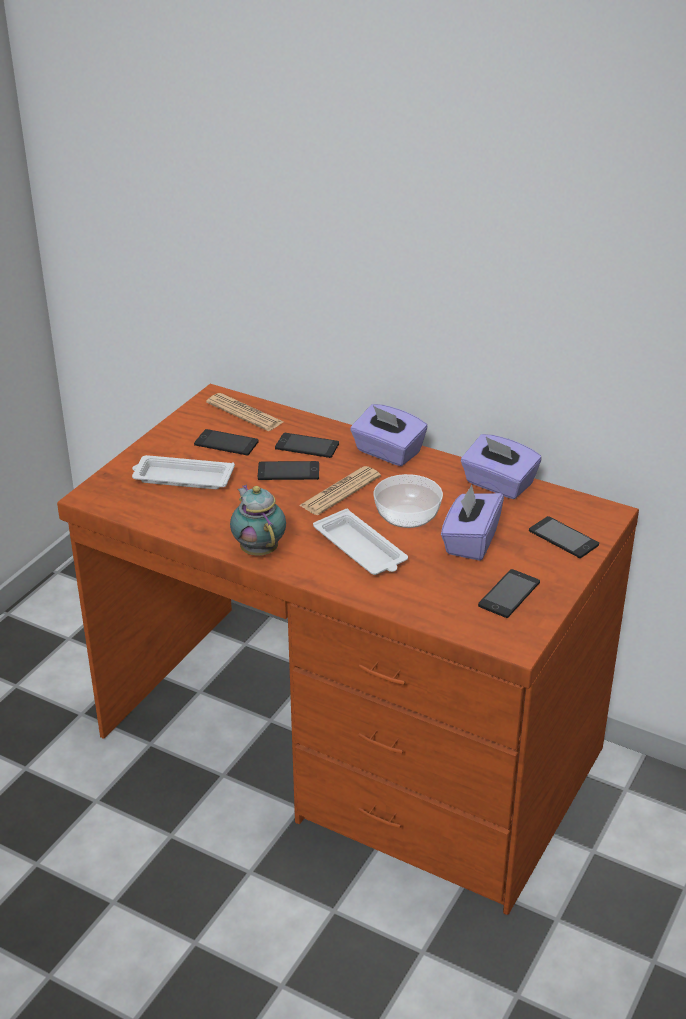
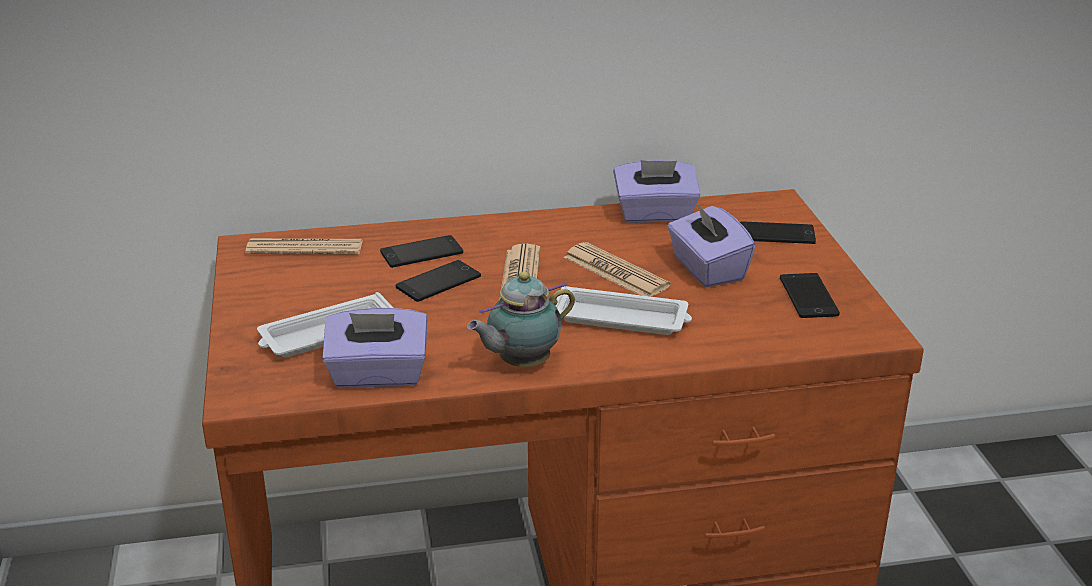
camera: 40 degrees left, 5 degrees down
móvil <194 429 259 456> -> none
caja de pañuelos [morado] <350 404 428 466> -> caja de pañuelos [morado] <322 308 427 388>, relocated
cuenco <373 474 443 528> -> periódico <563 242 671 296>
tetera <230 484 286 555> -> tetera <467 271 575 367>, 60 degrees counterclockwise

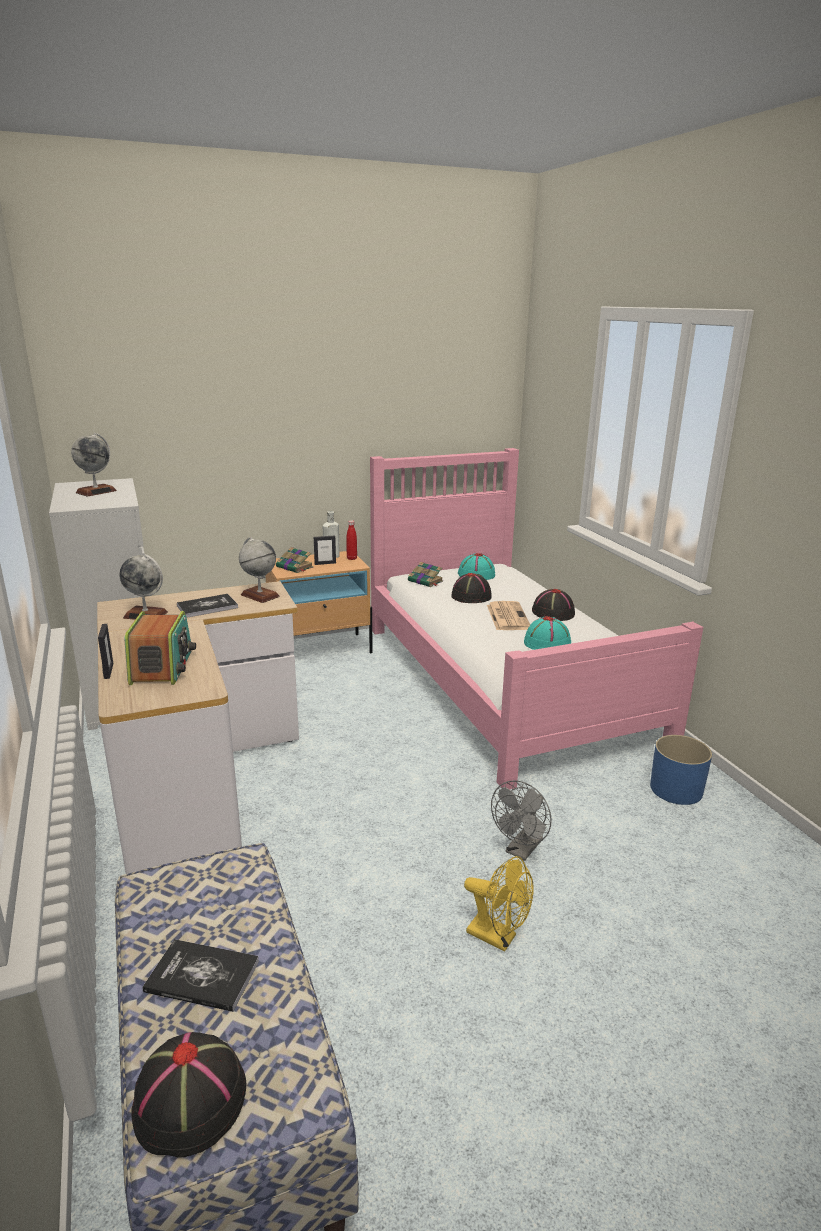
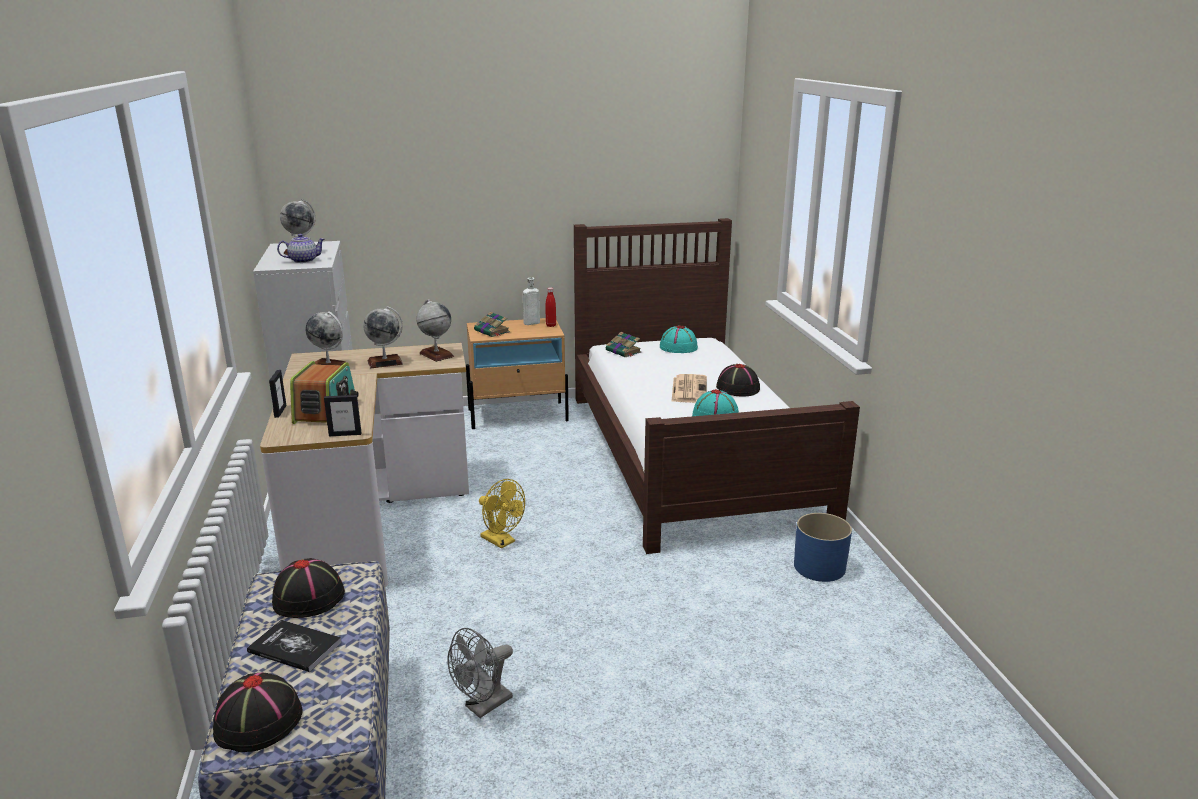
camera: 10 degrees right, 0 degrees up
none -> tetera <277 234 325 263>
portarretratos <314 535 336 565> -> portarretratos <324 395 362 436>, relocated
sombrero [negro] <451 573 492 603> -> sombrero [negro] <272 558 345 618>, relocated
ventilador [amarillo] <464 856 534 952> -> ventilador [amarillo] <479 479 525 549>, relocated
ventilador [gris] <491 780 552 861> -> ventilador [gris] <448 628 513 718>, relocated
libro <177 594 238 618> -> globo terráqueo <363 306 403 368>
cama [rosa] <370 448 703 789> -> cama [marrón] <574 218 860 554>

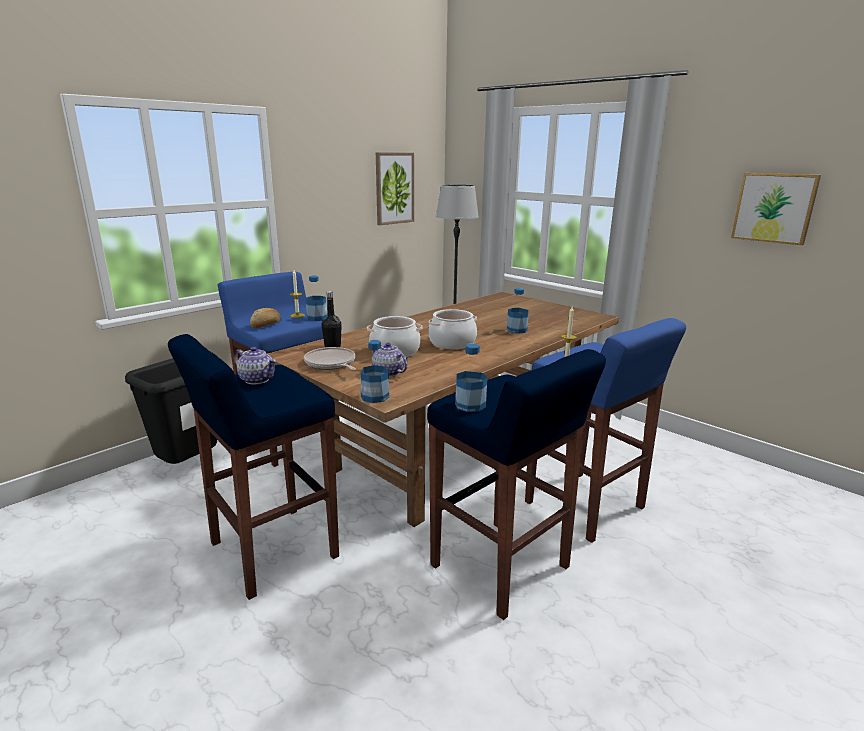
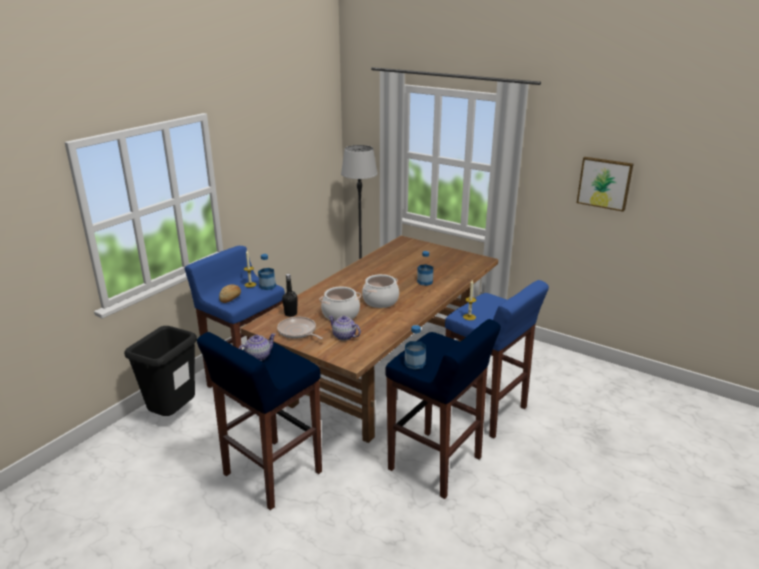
camera: 10 degrees left, 5 degrees up
botella <361 340 389 403> -> none
cuadro <376 152 414 225> -> none
tetera <234 347 277 384> -> tetera <239 333 276 361>, 60 degrees counterclockwise

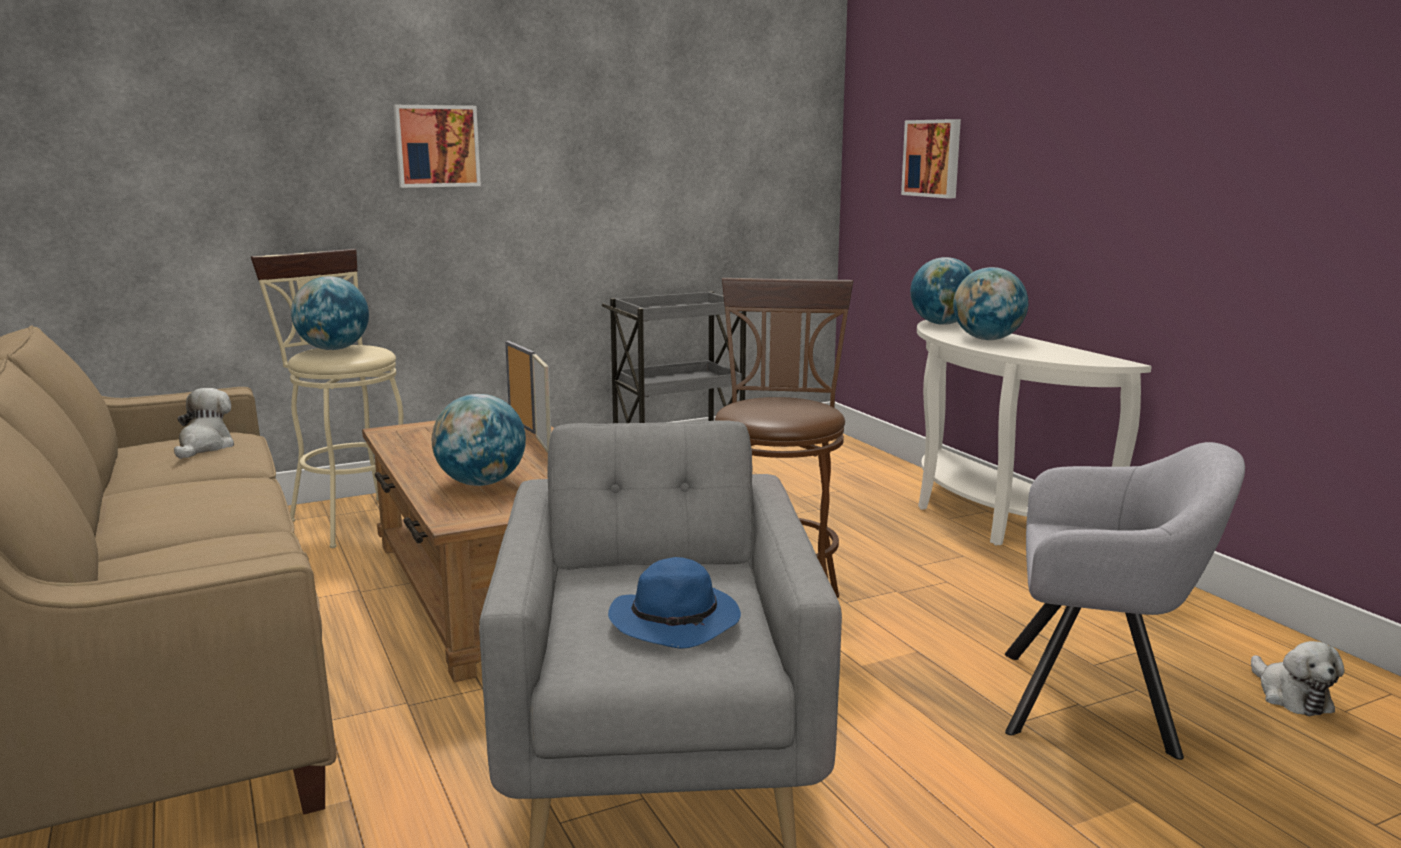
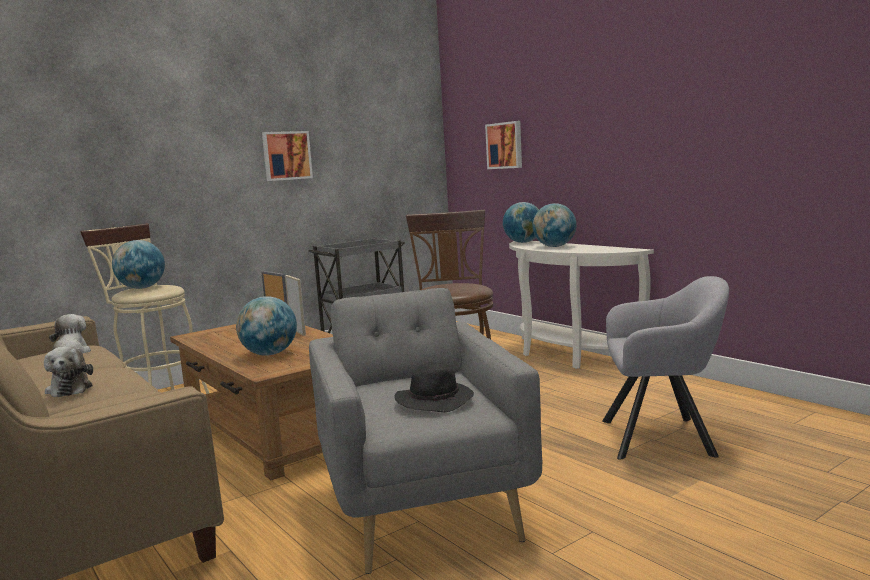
camera: 10 degrees left, 5 degrees down
cuadro <393 105 481 188> -> cuadro <262 131 313 181>, relocated
peluche <1251 641 1344 716> -> peluche <44 347 93 397>, relocated
sombrero [azul] <608 557 741 649> -> sombrero [negro] <394 362 474 412>

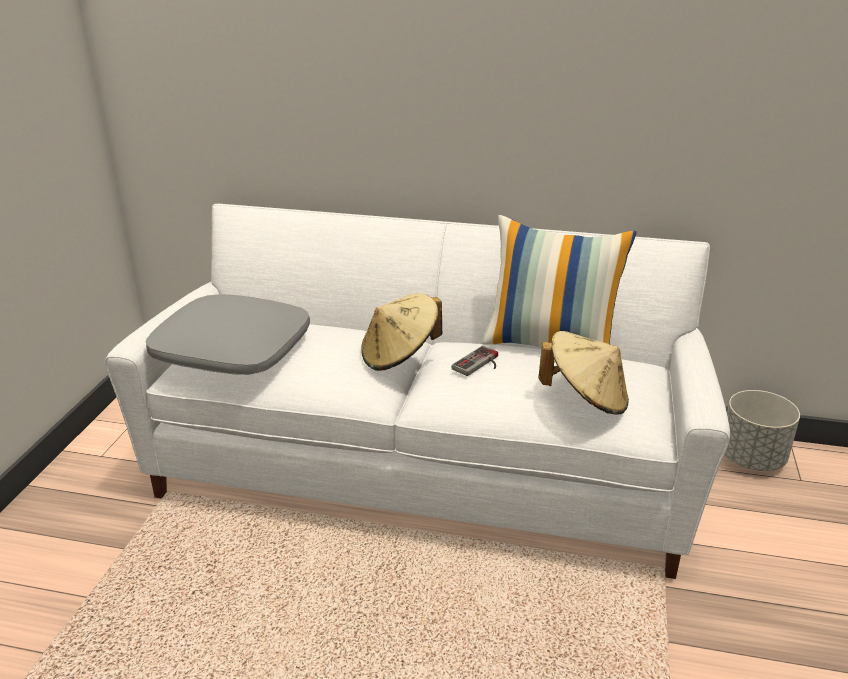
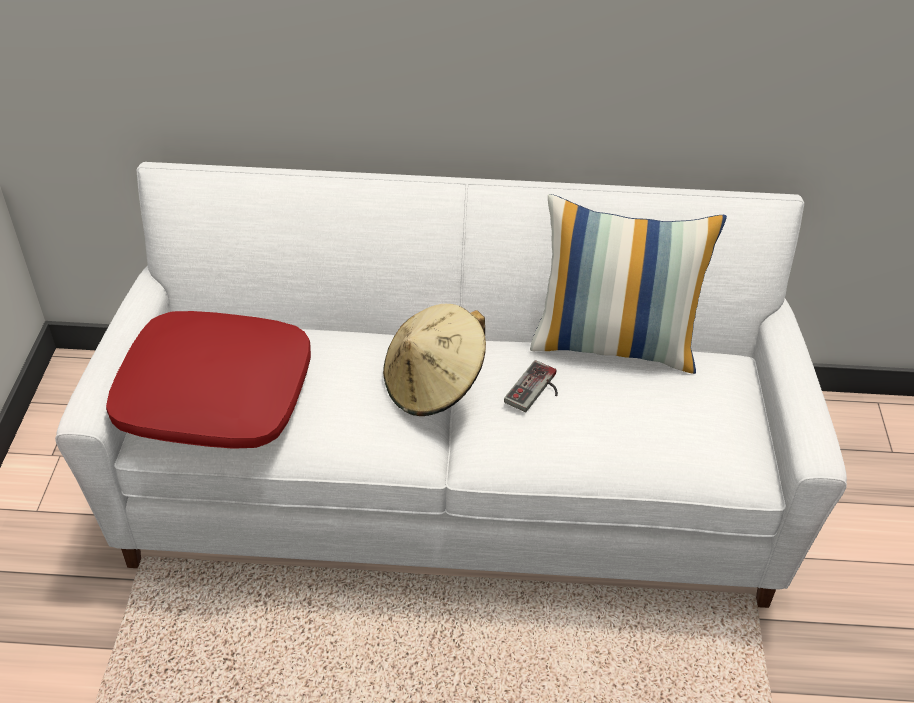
camera: 10 degrees left, 15 degrees up
sombrero [beis] <538 331 629 414> -> none
maceta [gris] <724 390 800 471> -> none
cojín [gris] <146 294 310 375> -> cojín [rojo] <106 311 311 449>

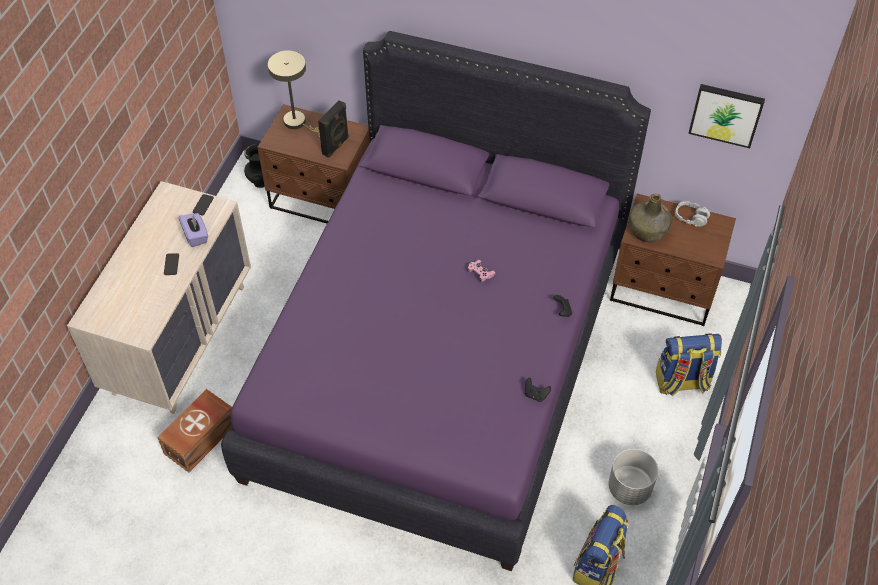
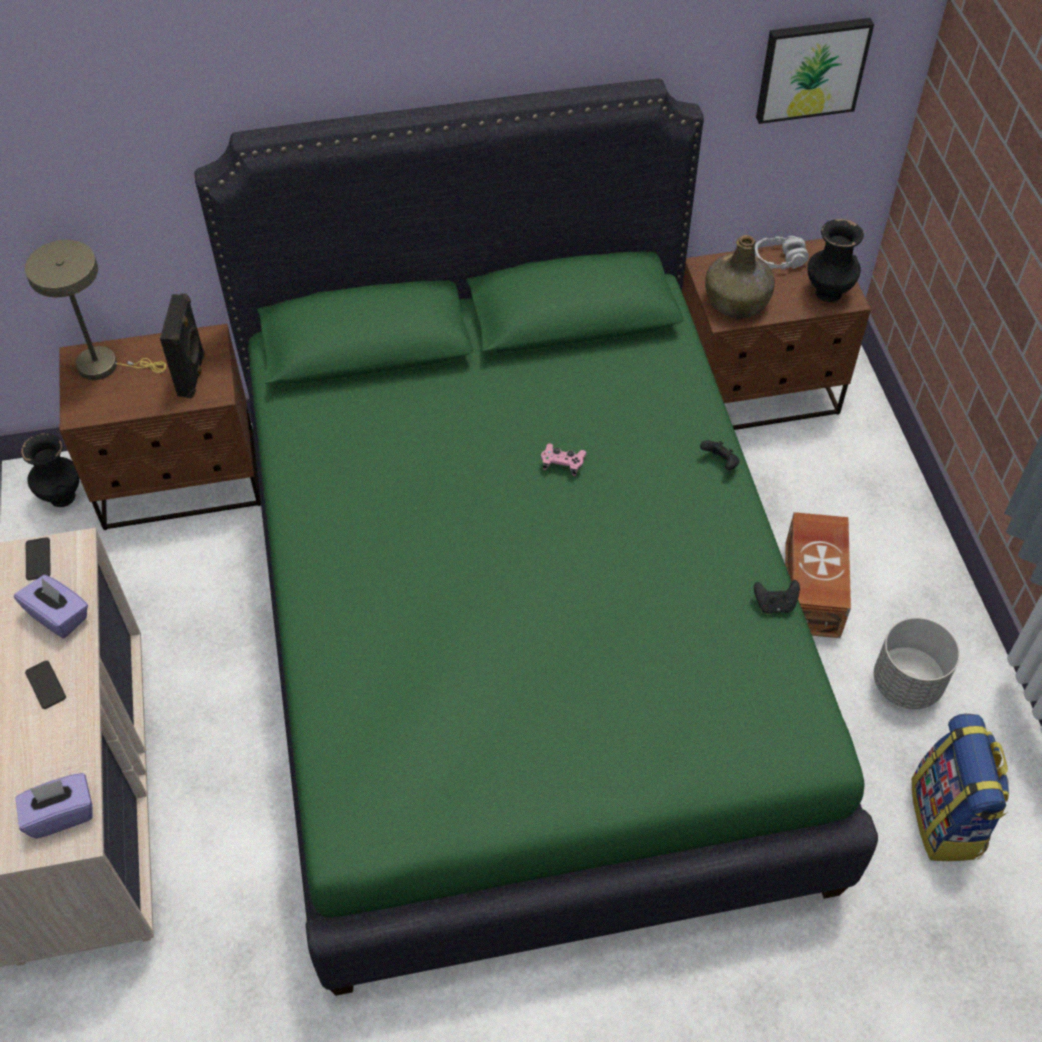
camera: 30 degrees left, 0 degrees up
mochila <656 333 722 397> -> none
none -> caja de pañuelos [morado] <15 773 93 839>
none -> florero [negro] <808 219 864 302>
caja de almacenaje [marrón] <157 389 232 472> -> caja de almacenaje [marrón] <785 512 851 638>, relocated
cama [morado] <221 31 651 571> -> cama [verde] <194 78 878 996>

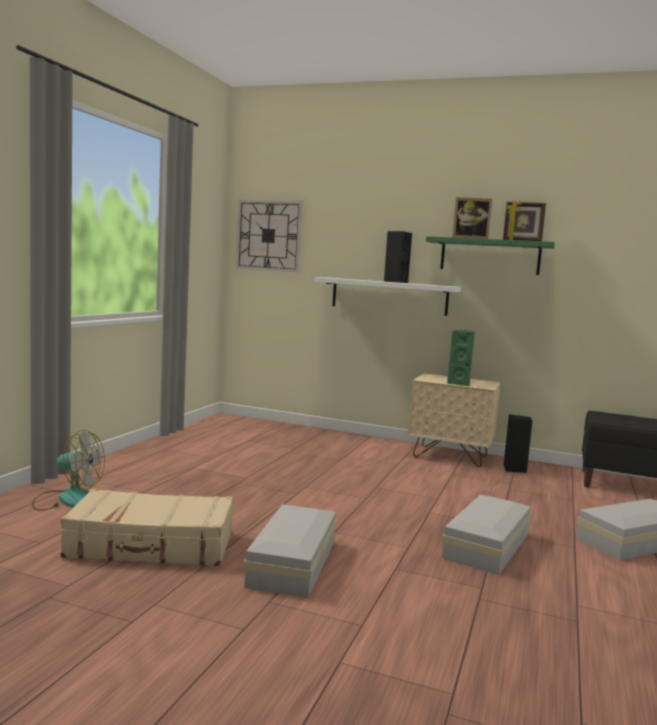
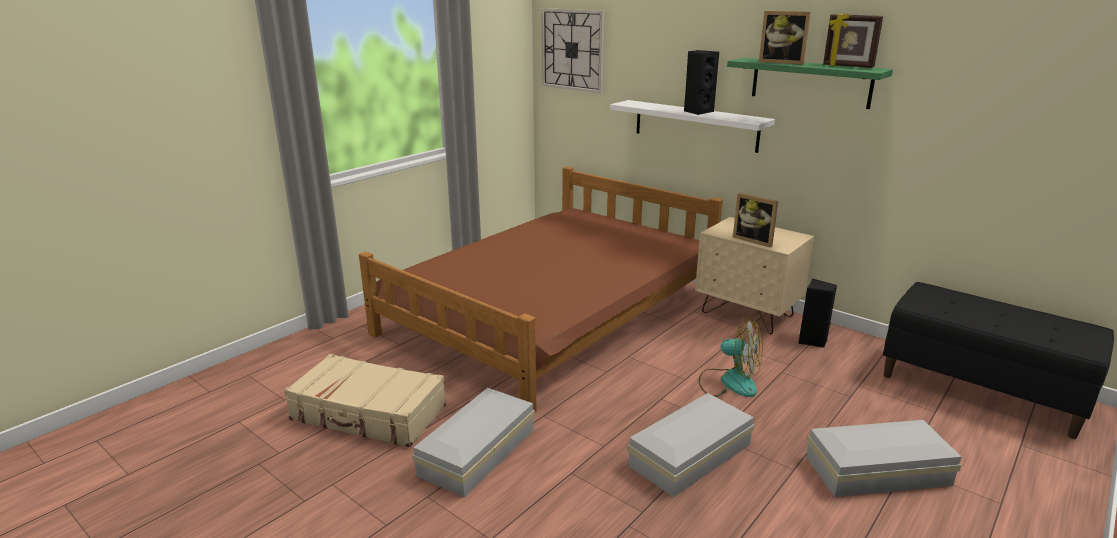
camera: 20 degrees right, 15 degrees up
none -> cama [marrón] <359 166 723 412>
ventilador <32 430 105 511> -> ventilador <699 319 763 397>, relocated
altavoz [verde] <447 330 475 386> -> portarretratos <733 193 778 247>

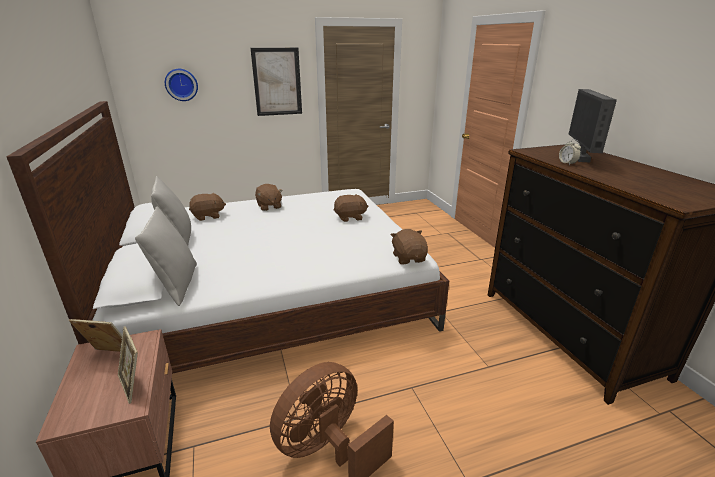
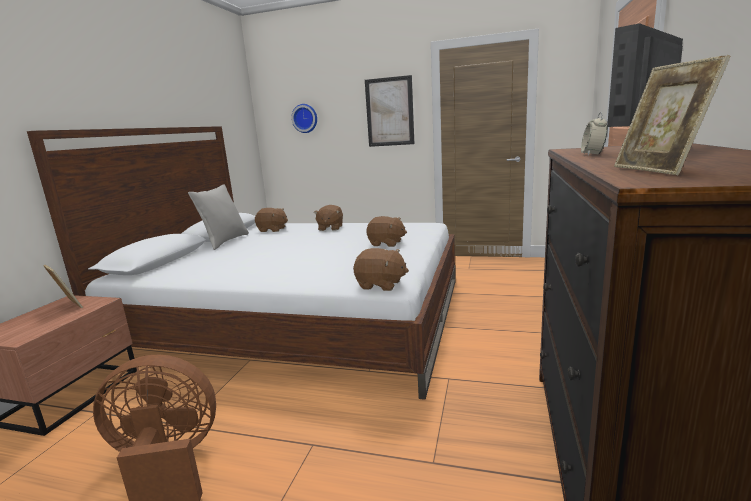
camera: 35 degrees right, 10 degrees down
cojín [gris] <135 206 197 306> -> none
portarretratos <117 326 138 404> -> portarretratos <614 55 730 175>, relocated
peluche [marrón] <390 229 428 264> -> peluche [marrón] <353 248 409 291>, 90 degrees clockwise

